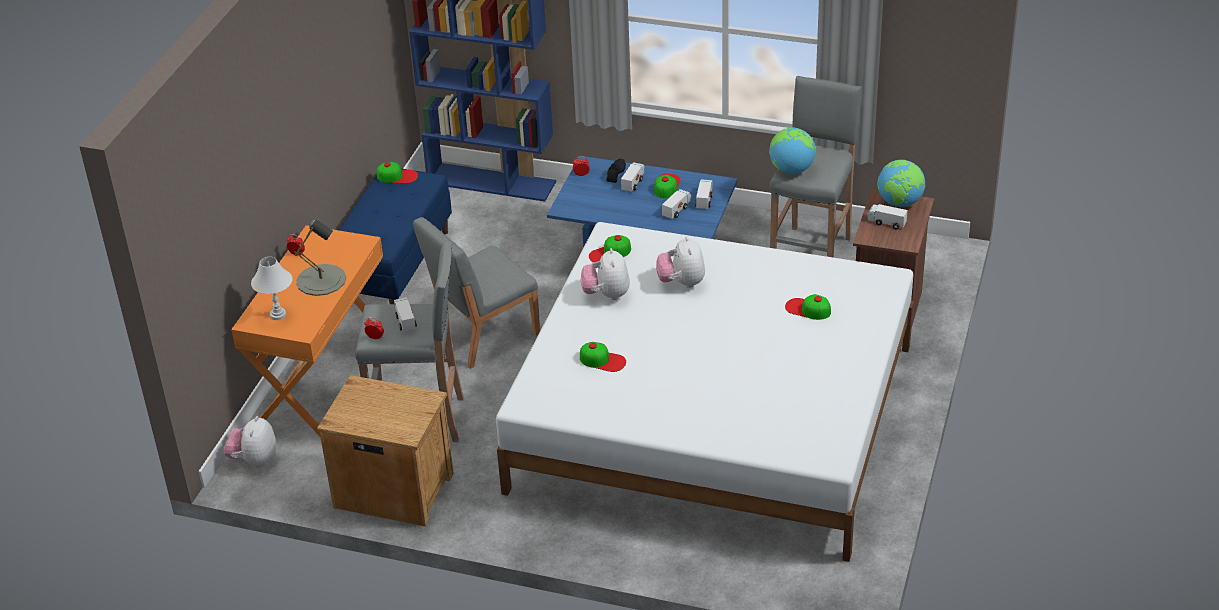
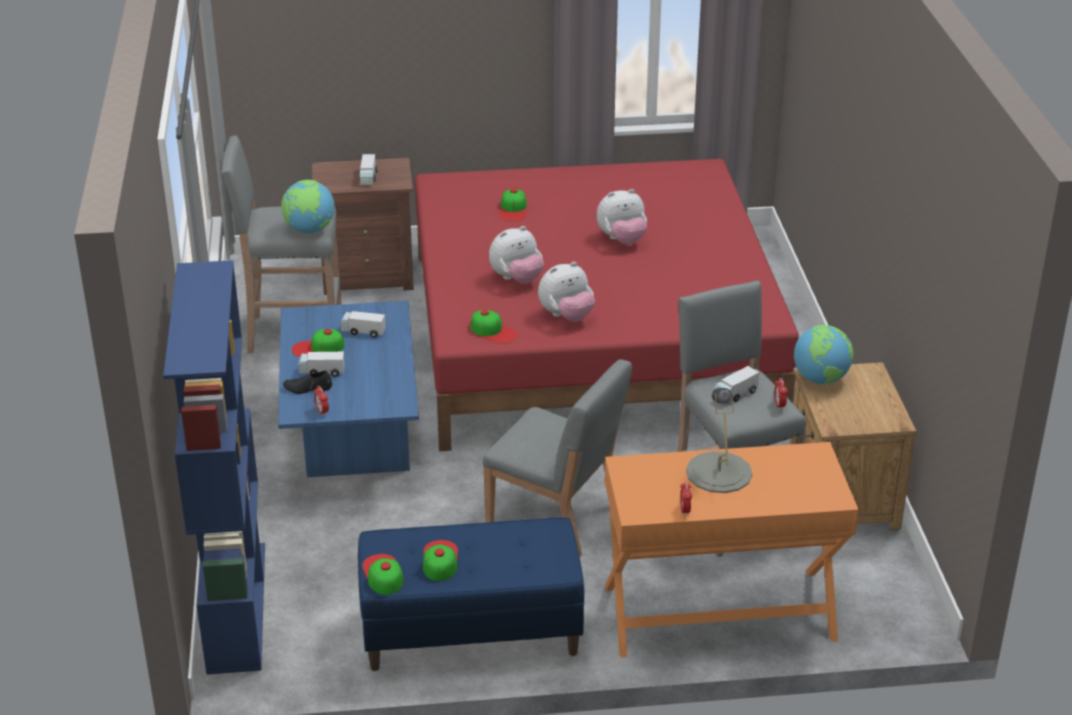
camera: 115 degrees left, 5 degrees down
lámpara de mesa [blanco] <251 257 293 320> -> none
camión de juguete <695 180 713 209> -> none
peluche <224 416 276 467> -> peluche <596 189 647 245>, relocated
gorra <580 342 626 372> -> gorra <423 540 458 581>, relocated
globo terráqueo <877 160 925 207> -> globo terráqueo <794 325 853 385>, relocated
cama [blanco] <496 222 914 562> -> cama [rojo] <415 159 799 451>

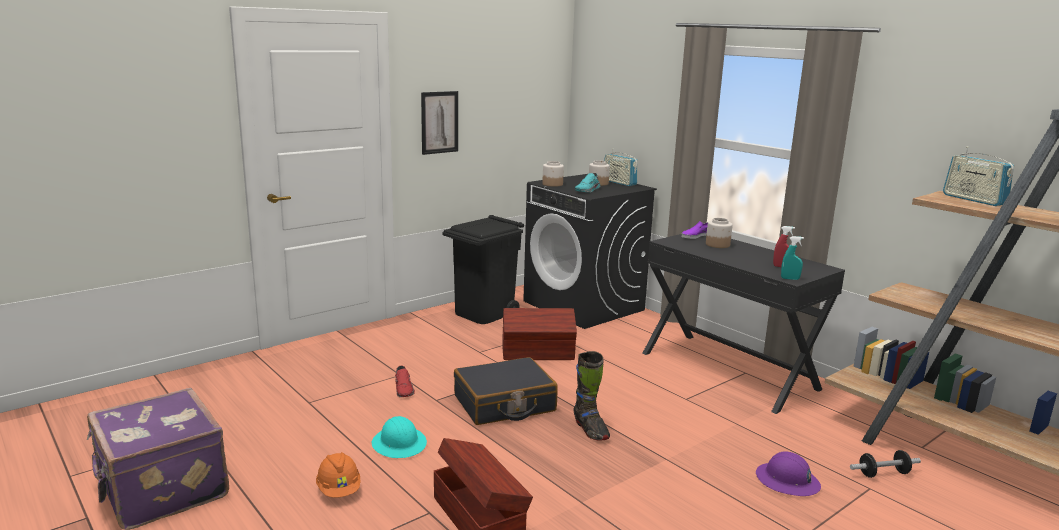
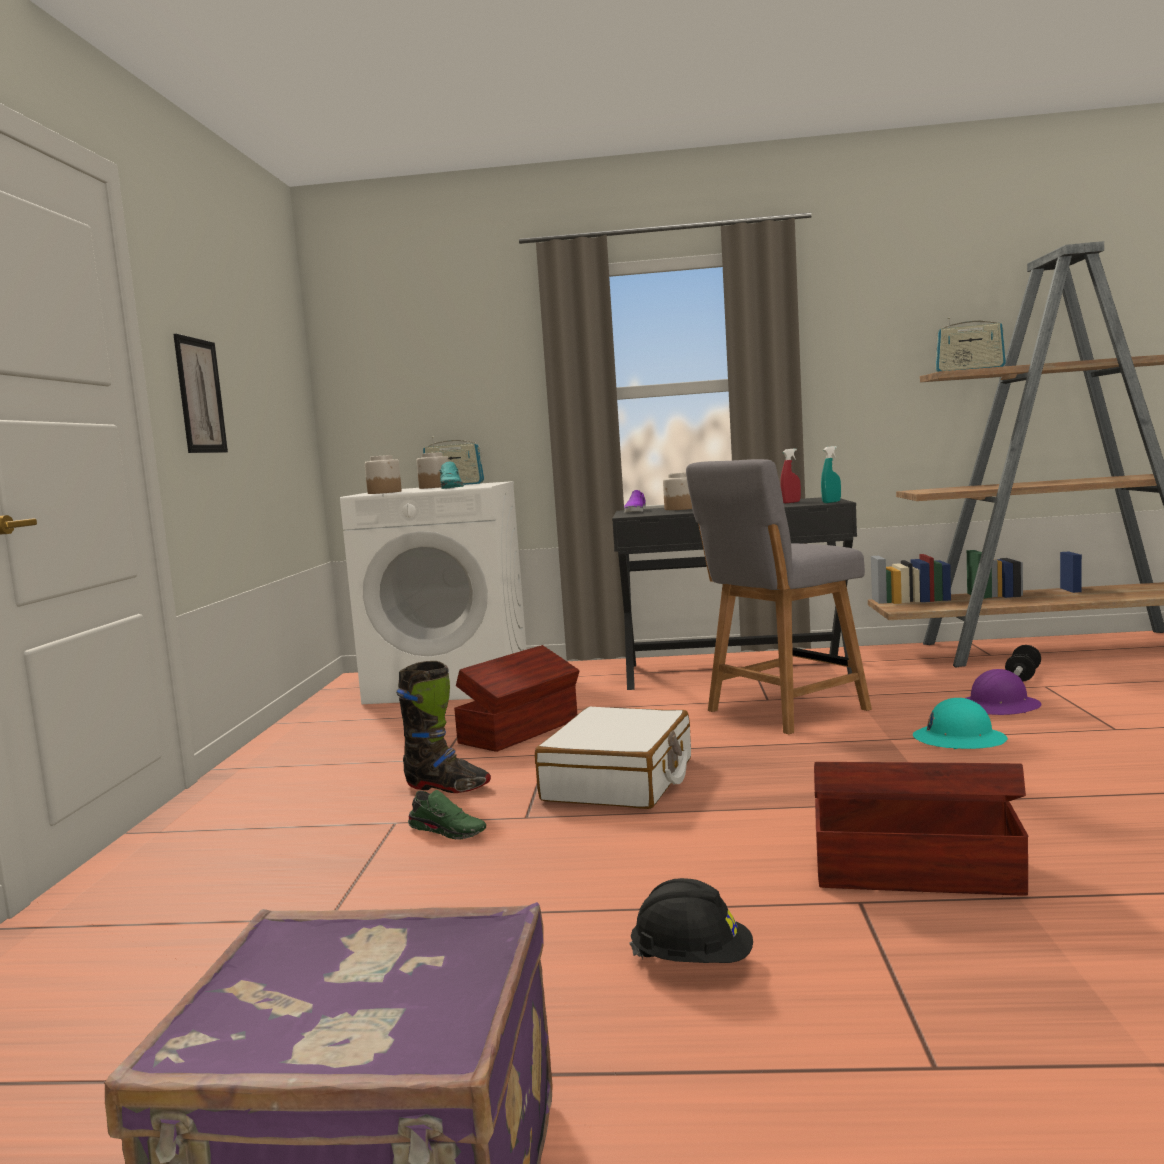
camera: 45 degrees left, 10 degrees down
papelera [negro] <442 215 524 324> -> none
none -> silla [gris] <686 459 872 734>
casco [turquesa] <372 416 427 458> -> casco [turquesa] <913 698 1008 749>, relocated
bota [negro] <573 351 610 440> -> bota [negro] <396 661 491 793>, relocated
casco [naranja] <316 452 361 498> -> casco [negro] <629 878 753 963>
zapato [rojo] <395 366 415 397> -> zapato [verde] <408 790 486 840>
maleta [negro] <454 357 558 425> -> maleta [blanco] <535 707 691 809>
lavadora [negro] <523 174 657 329> -> lavadora [blanco] <340 481 527 704>

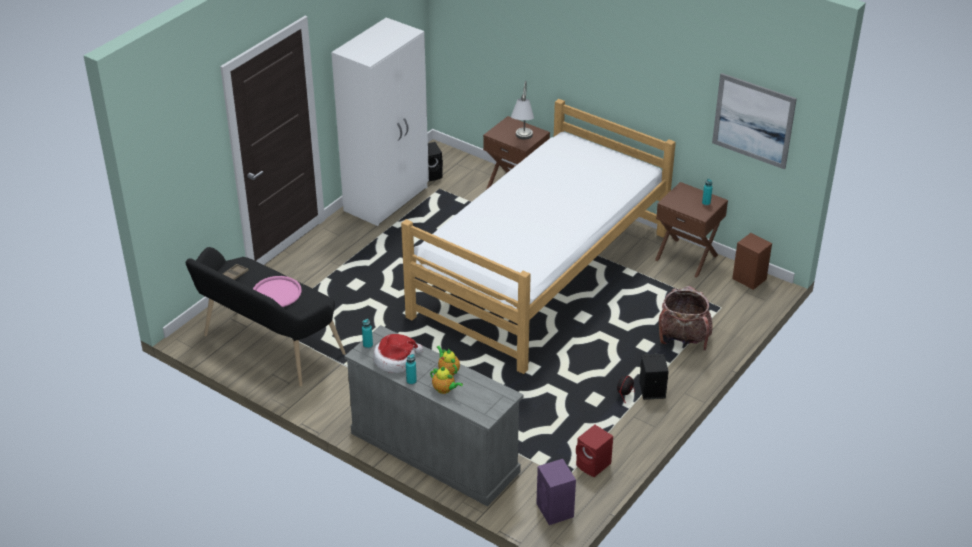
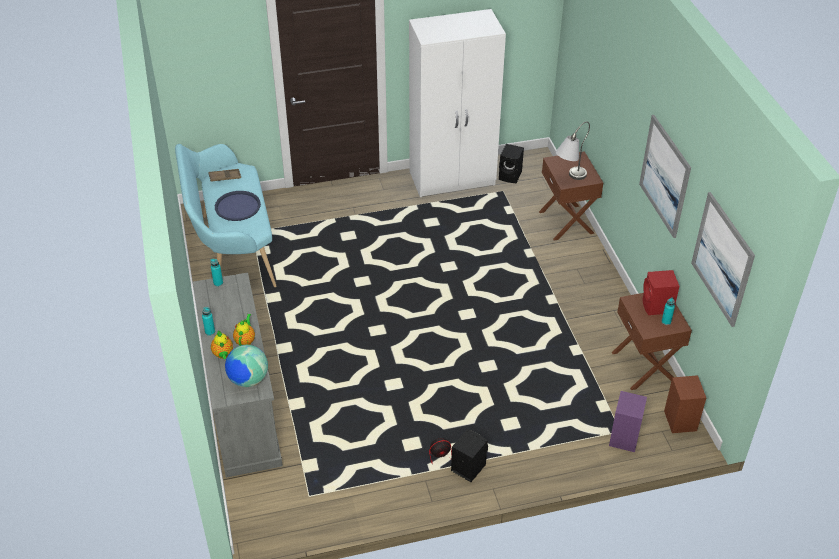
camera: 40 degrees right, 5 degrees up
sombrero <373 334 423 373> -> none
cama <401 99 676 374> -> none
mochila <659 286 713 351> -> none
none -> globo terráqueo <225 345 268 387>
none -> cuadro <639 115 691 238>
altavoz [morado] <536 459 576 525> -> altavoz [morado] <609 391 647 452>, relocated
altavoz [rojo] <576 425 613 477> -> altavoz [rojo] <642 270 680 315>, relocated
banco [negro] <186 247 346 387> -> banco [turquesa] <175 144 277 287>
bandeja [rosa] <253 276 302 307> -> bandeja [azul] <215 191 261 221>

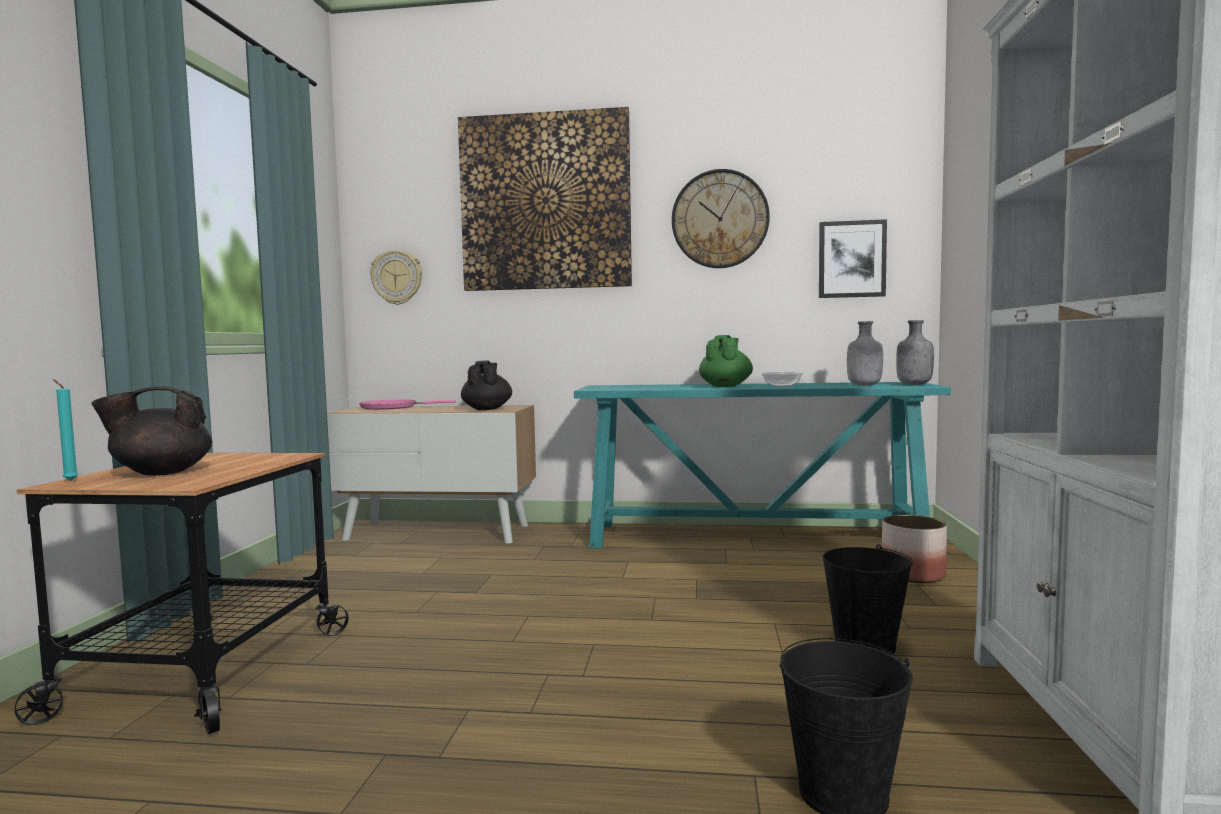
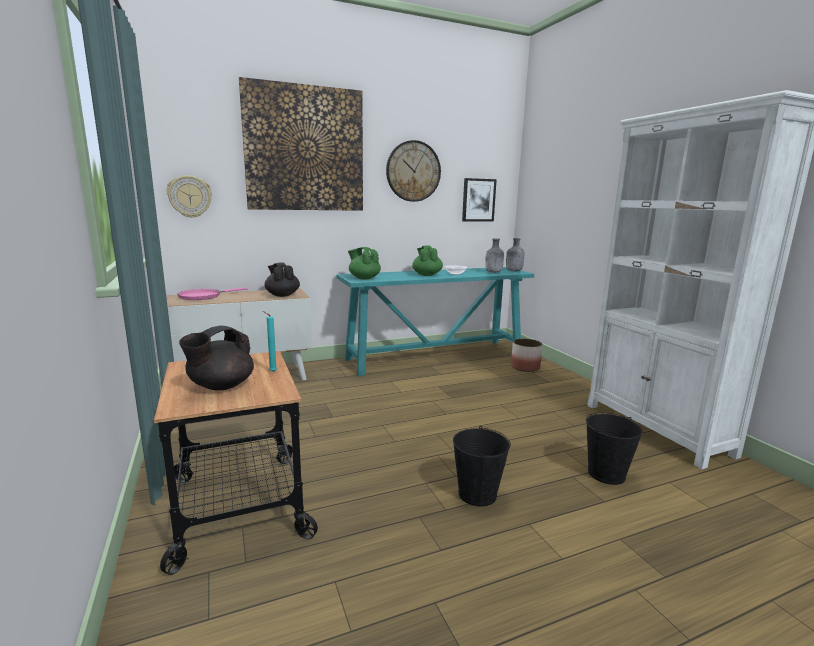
camera: 30 degrees left, 10 degrees up
none -> tetera [verde] <348 247 381 279>
vela [turquesa] <53 379 79 481> -> vela [turquesa] <262 311 277 372>, relocated
cubo [negro] <822 545 913 655> -> cubo [negro] <453 426 511 507>, relocated

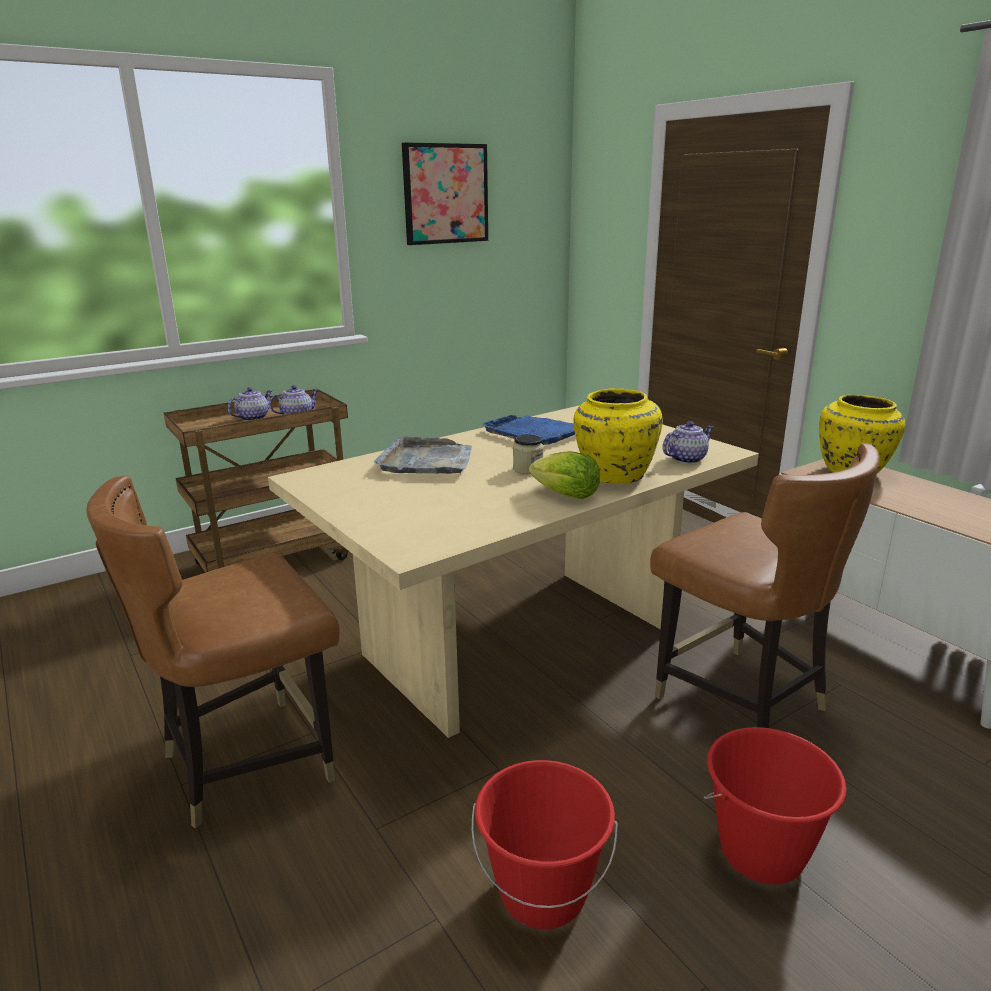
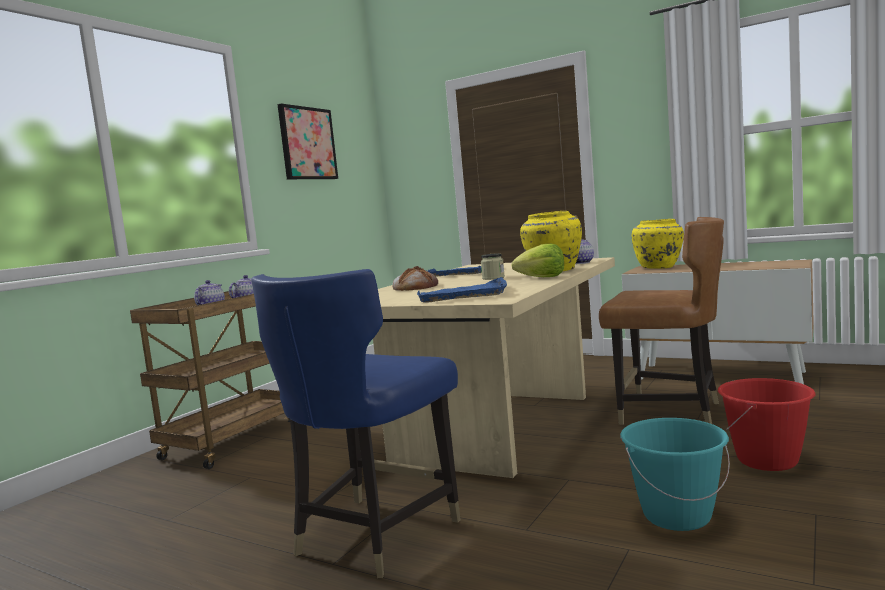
camera: 25 degrees left, 15 degrees down
none -> bandeja [azul] <417 277 507 303>
bandeja [gris] <374 436 472 474> -> pan <392 266 438 291>
silla [marrón] <86 475 340 829> -> silla [azul] <251 269 461 578>
cubo [rojo] <471 760 618 929> -> cubo [turquesa] <620 418 730 531>

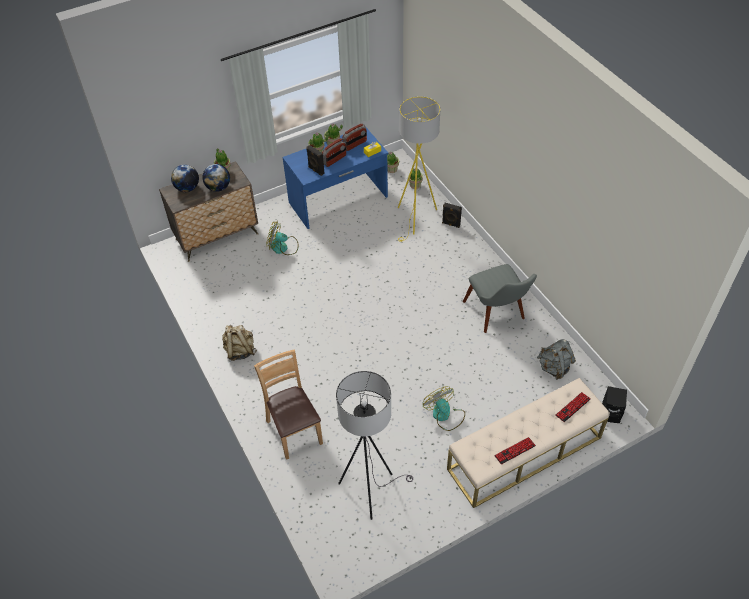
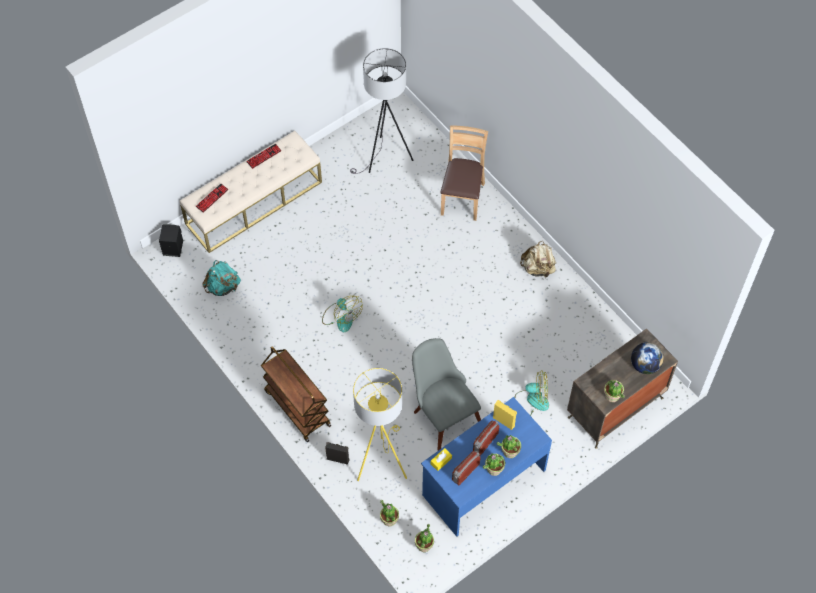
camera: 170 degrees right, 10 degrees up
globo terráqueo <202 164 230 192> -> none
none -> carrito [marrón] <261 346 331 442>
ventilador <423 386 465 431> -> ventilador <322 295 363 332>, relocated
silla [gris] <463 264 537 333> -> silla [gris] <412 338 481 451>, relocated
altavoz [negro] <306 145 325 176> -> altavoz [amarillo] <493 400 517 430>
mochila [gris] <537 339 576 379> -> mochila [turquesa] <202 260 241 296>
silla [marrón] <254 350 323 460> -> silla [marrón] <440 125 488 221>, 135 degrees counterclockwise

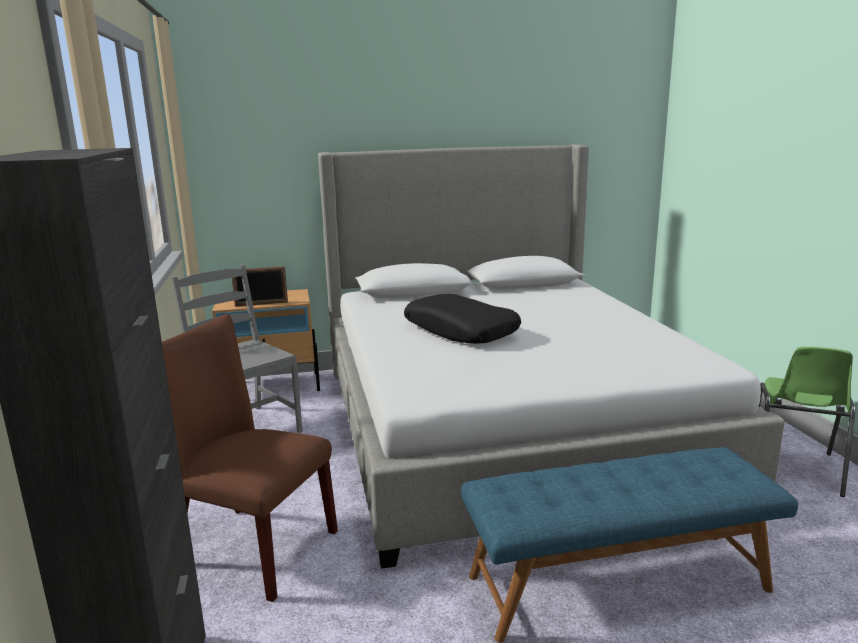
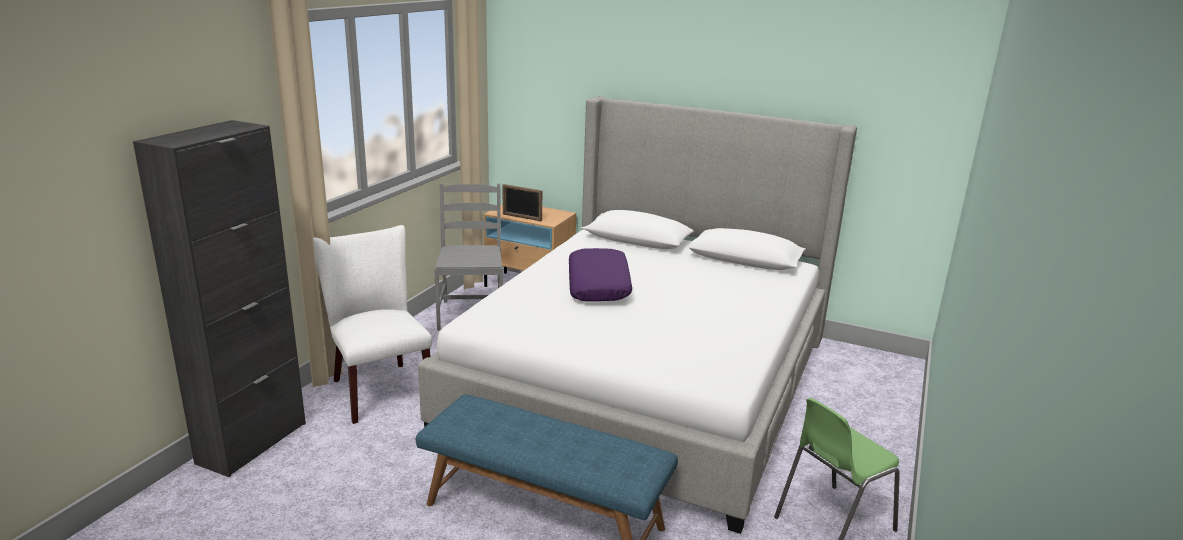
camera: 35 degrees right, 5 degrees up
silla [marrón] <162 314 338 602> -> silla [blanco] <313 225 432 424>
cojín [negro] <404 294 521 344> -> cojín [morado] <569 248 632 302>

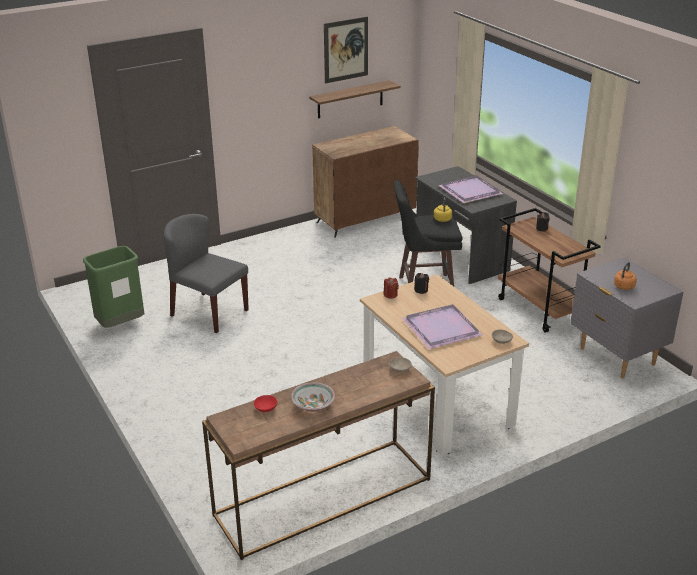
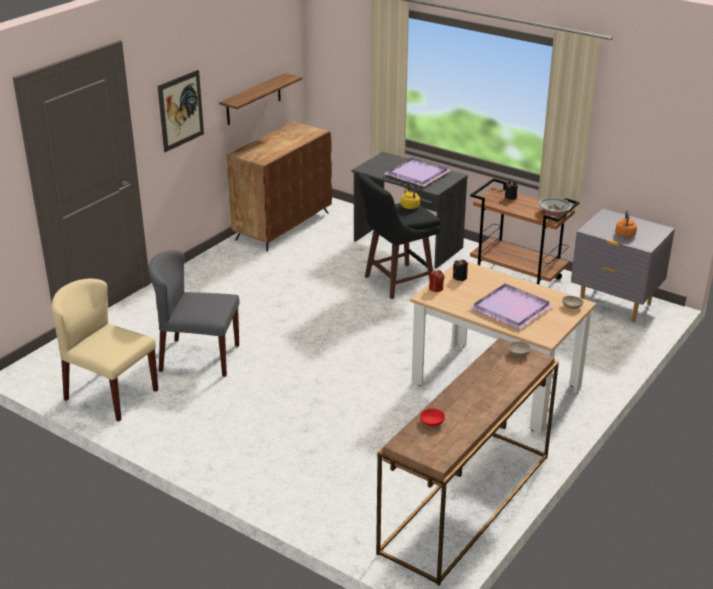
camera: 25 degrees left, 0 degrees up
cuenco <291 383 335 412> -> cuenco <539 197 572 216>, relocated
cuadro <324 17 368 84> -> cuadro <158 70 204 152>, relocated
papelera [verde] <83 246 144 328> -> silla [beis] <52 279 158 421>

